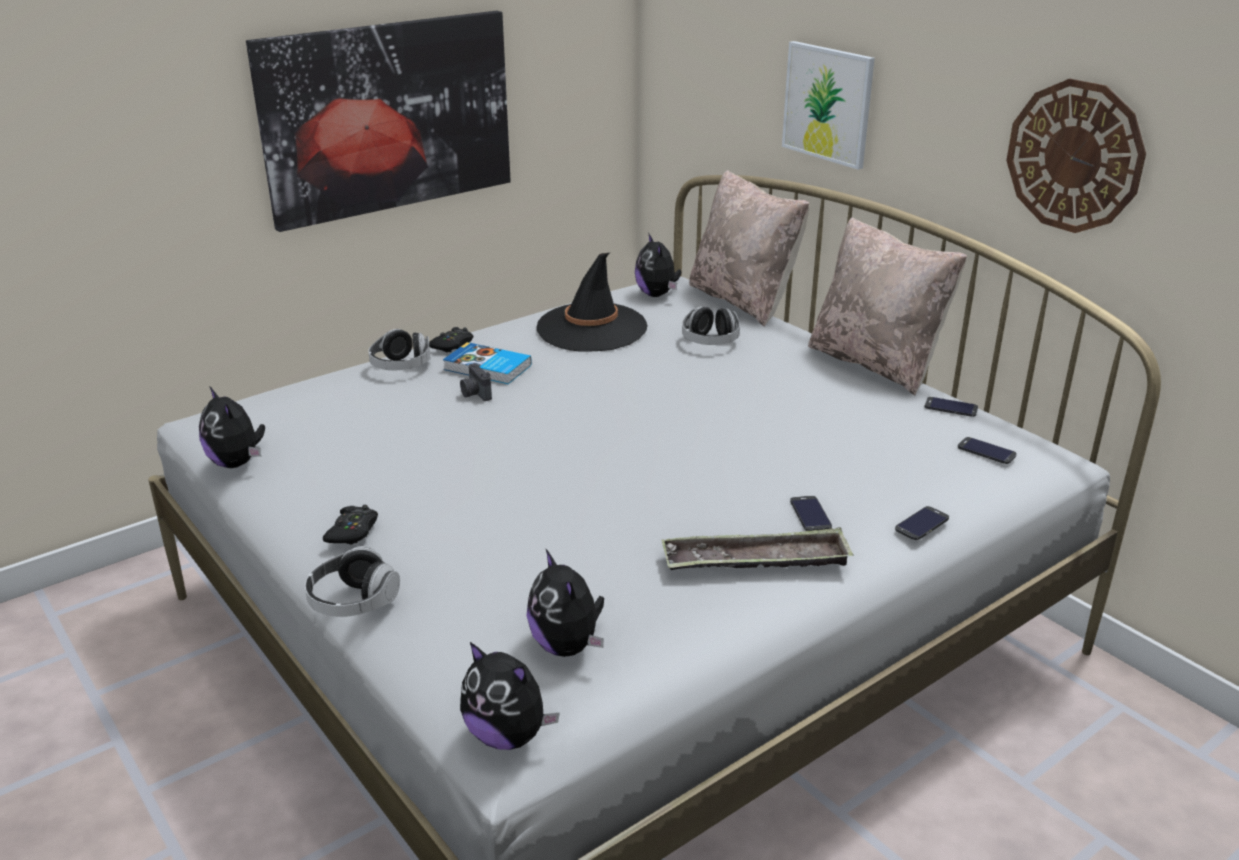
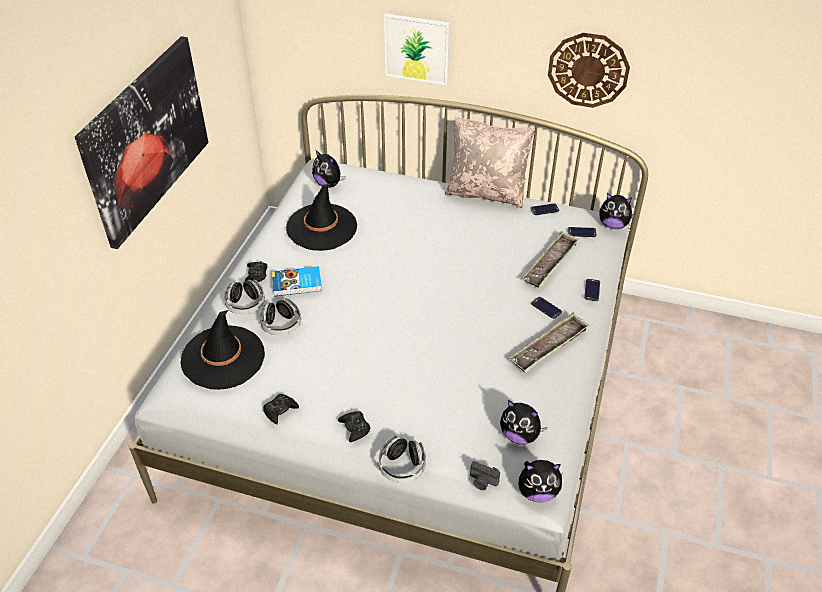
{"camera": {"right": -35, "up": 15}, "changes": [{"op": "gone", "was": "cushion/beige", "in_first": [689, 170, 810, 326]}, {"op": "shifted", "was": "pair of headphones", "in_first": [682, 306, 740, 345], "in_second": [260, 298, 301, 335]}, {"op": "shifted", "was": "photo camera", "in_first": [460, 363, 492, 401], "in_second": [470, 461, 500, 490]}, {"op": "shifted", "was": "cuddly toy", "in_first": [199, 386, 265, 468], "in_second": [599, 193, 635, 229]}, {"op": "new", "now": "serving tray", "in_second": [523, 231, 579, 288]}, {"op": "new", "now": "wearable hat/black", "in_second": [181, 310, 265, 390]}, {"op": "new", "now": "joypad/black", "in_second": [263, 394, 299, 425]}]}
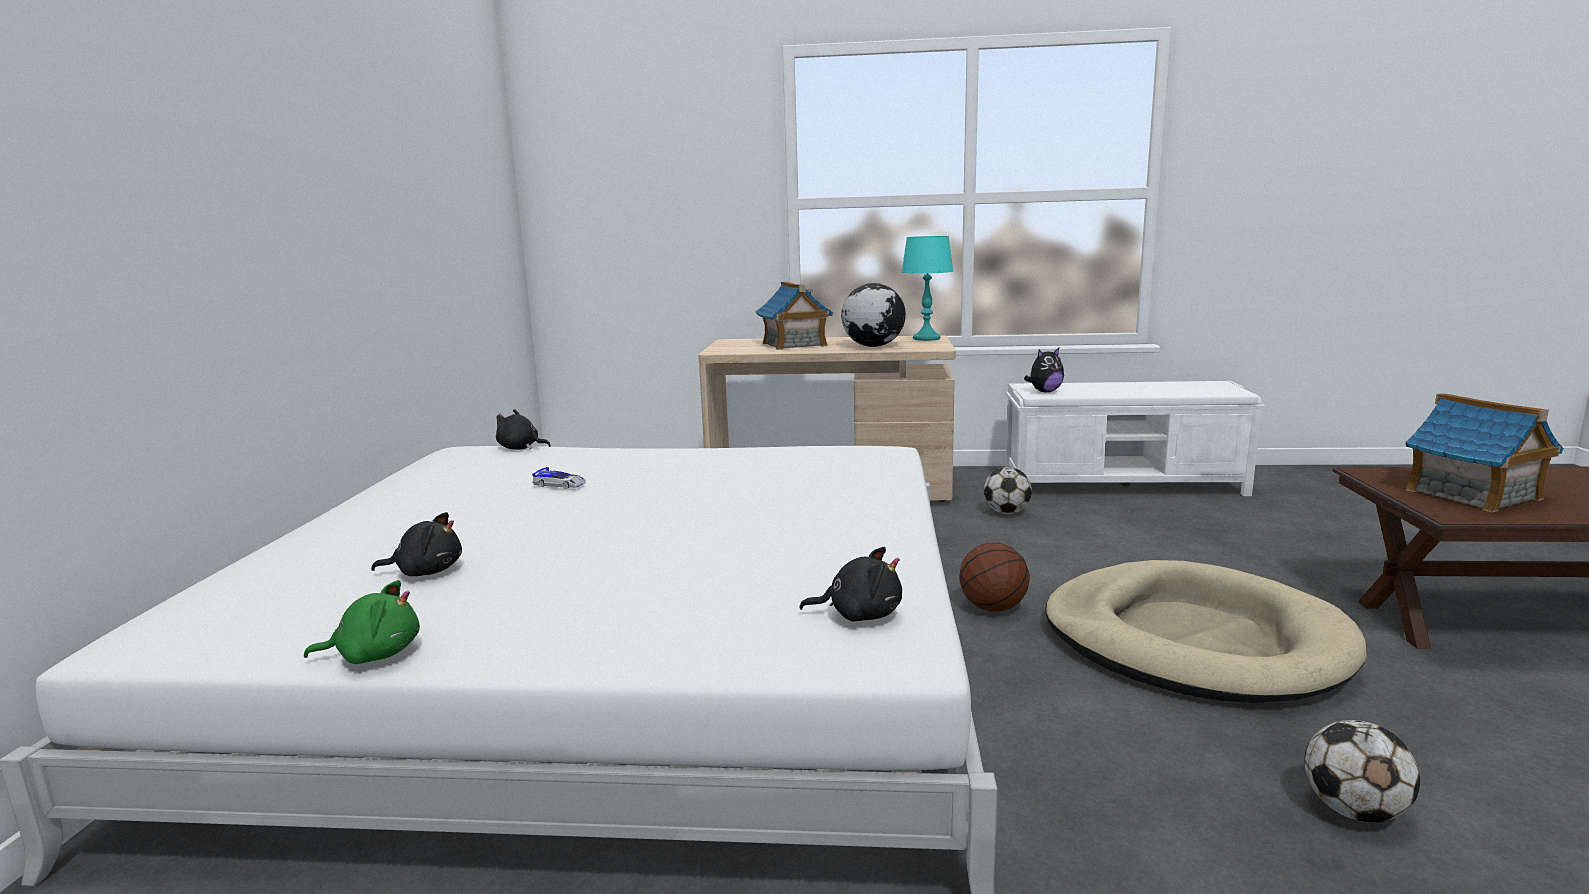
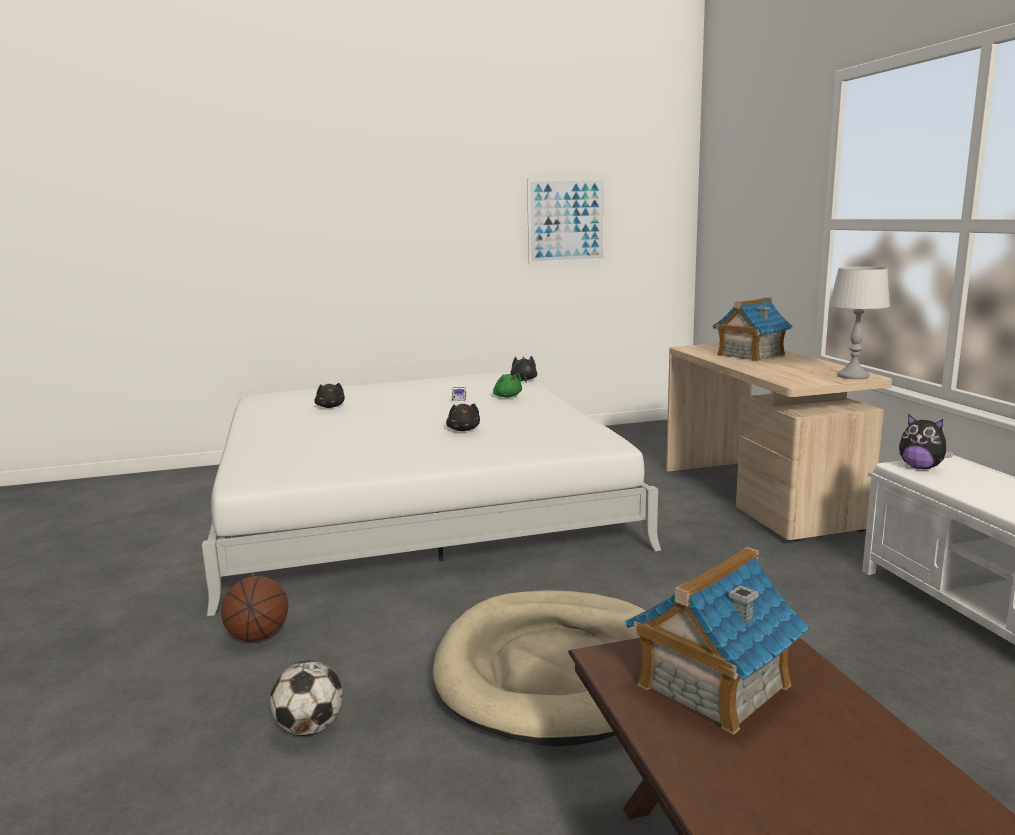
{"camera": {"right": 70, "up": 0}, "changes": [{"op": "repainted", "was": "lamp for a table/turquoise", "now": "lamp for a table/grey", "in_first": [901, 236, 953, 341], "in_second": [829, 266, 890, 379]}, {"op": "gone", "was": "world globe", "in_first": [841, 283, 906, 347]}, {"op": "gone", "was": "ball for football", "in_first": [984, 467, 1032, 514]}, {"op": "shifted", "was": "basketball ball", "in_first": [959, 542, 1030, 612], "in_second": [221, 576, 288, 642]}, {"op": "shifted", "was": "cuddly toy/black", "in_first": [799, 547, 902, 622], "in_second": [446, 403, 480, 431]}, {"op": "shifted", "was": "cuddly toy/greenish", "in_first": [304, 580, 420, 664], "in_second": [493, 373, 522, 398]}, {"op": "new", "now": "picture", "in_second": [527, 178, 606, 264]}]}
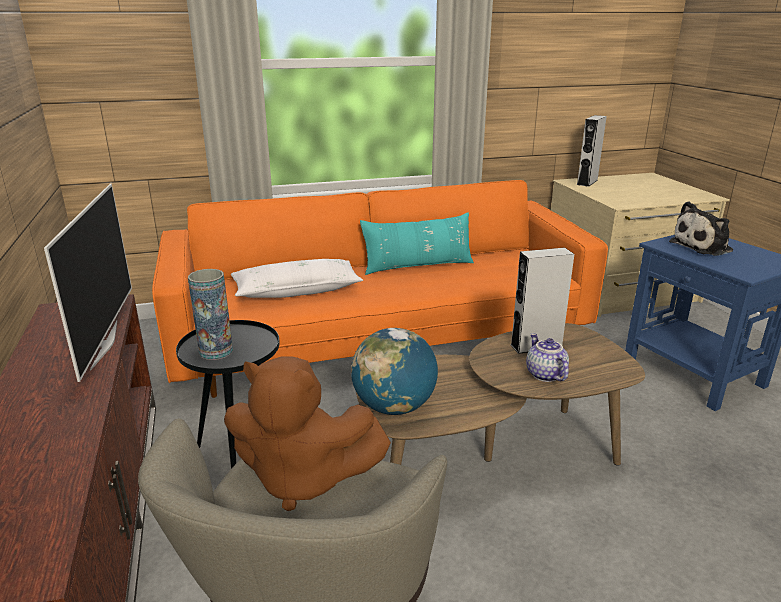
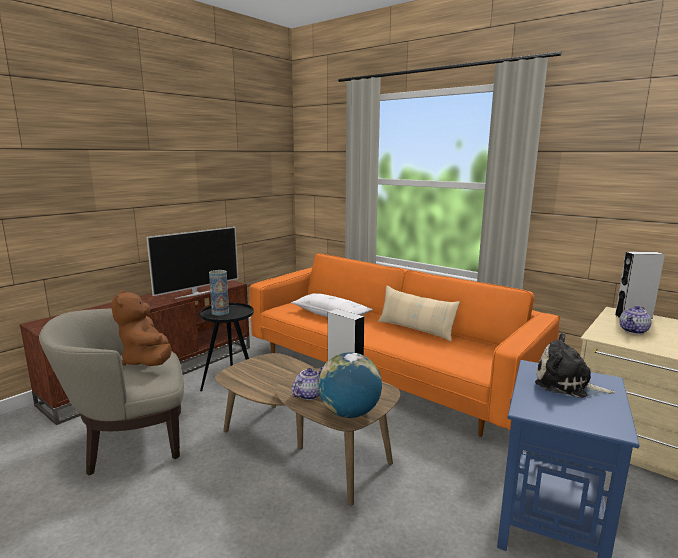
{"camera": {"right": 55, "up": -10}, "changes": [{"op": "repainted", "was": "cushion/turquoise", "now": "cushion/beige", "in_first": [360, 212, 474, 275], "in_second": [378, 285, 460, 341]}, {"op": "shifted", "was": "world globe", "in_first": [351, 328, 438, 415], "in_second": [318, 352, 382, 418]}, {"op": "new", "now": "teapot", "in_second": [619, 306, 652, 334]}]}
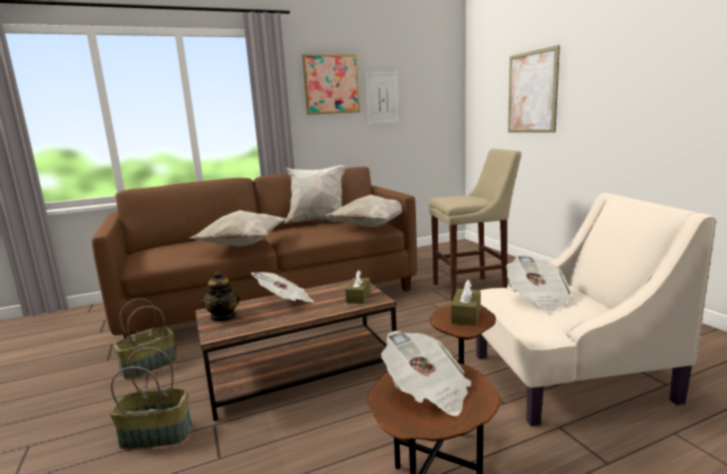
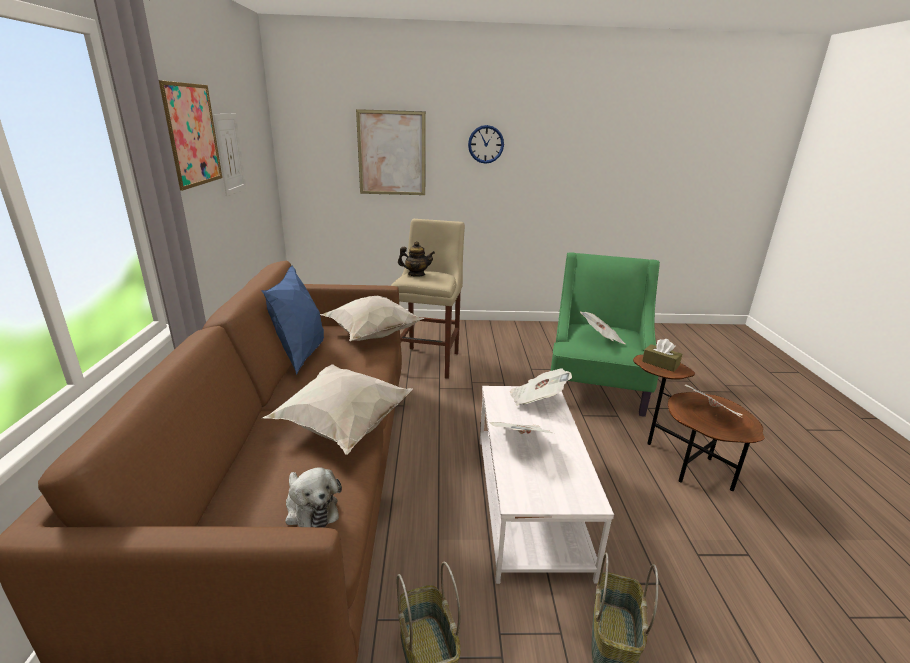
{"camera": {"right": -70, "up": 10}, "changes": [{"op": "repainted", "was": "cushion/white", "now": "cushion/blue-coloured", "in_first": [284, 165, 346, 223], "in_second": [261, 265, 324, 375]}, {"op": "repainted", "was": "easy chair/beige", "now": "easy chair/greenish", "in_first": [476, 193, 716, 426], "in_second": [550, 252, 660, 417]}, {"op": "swapped", "was": "box of tissues/brown", "now": "newspaper", "in_first": [345, 270, 371, 304], "in_second": [510, 368, 572, 406]}, {"op": "shifted", "was": "teapot", "in_first": [202, 271, 240, 321], "in_second": [398, 241, 435, 277]}, {"op": "repainted", "was": "coffee table/brown", "now": "coffee table/white", "in_first": [195, 280, 397, 421], "in_second": [480, 386, 614, 584]}, {"op": "new", "now": "wall clock", "in_second": [468, 125, 504, 164]}, {"op": "new", "now": "cuddly toy", "in_second": [285, 467, 342, 528]}]}
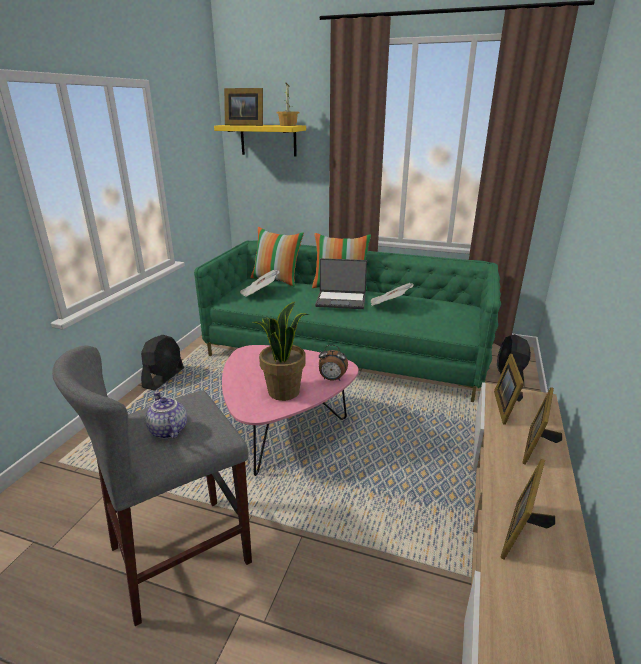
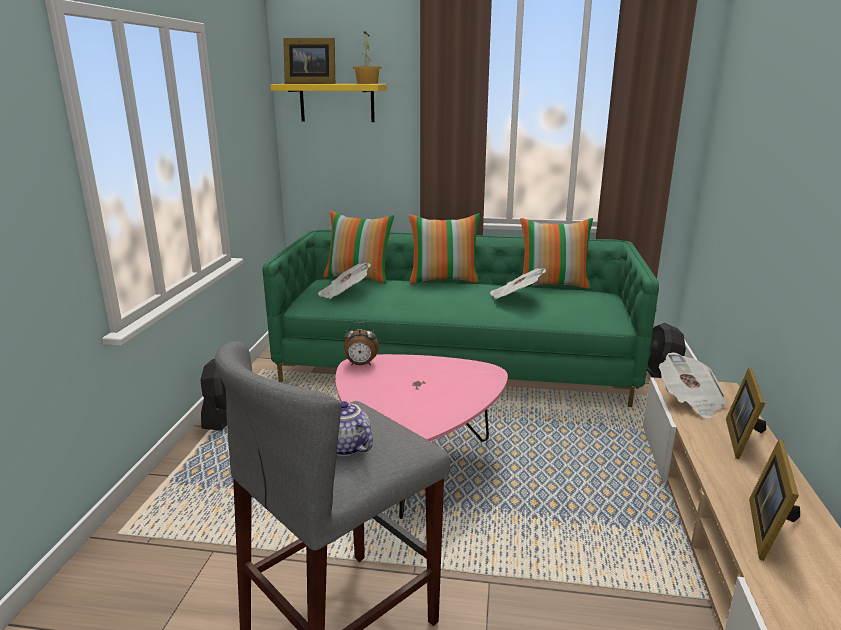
{"camera": {"right": -10, "up": -5}, "changes": [{"op": "gone", "was": "notebook computer", "in_first": [315, 258, 367, 309]}, {"op": "gone", "was": "potted plant", "in_first": [253, 301, 309, 401]}, {"op": "shifted", "was": "table clock", "in_first": [319, 345, 348, 381], "in_second": [344, 322, 379, 366]}, {"op": "swapped", "was": "standing frame", "now": "newspaper", "in_first": [494, 354, 524, 425], "in_second": [659, 353, 728, 419]}, {"op": "new", "now": "cushion", "in_second": [520, 218, 593, 289]}]}
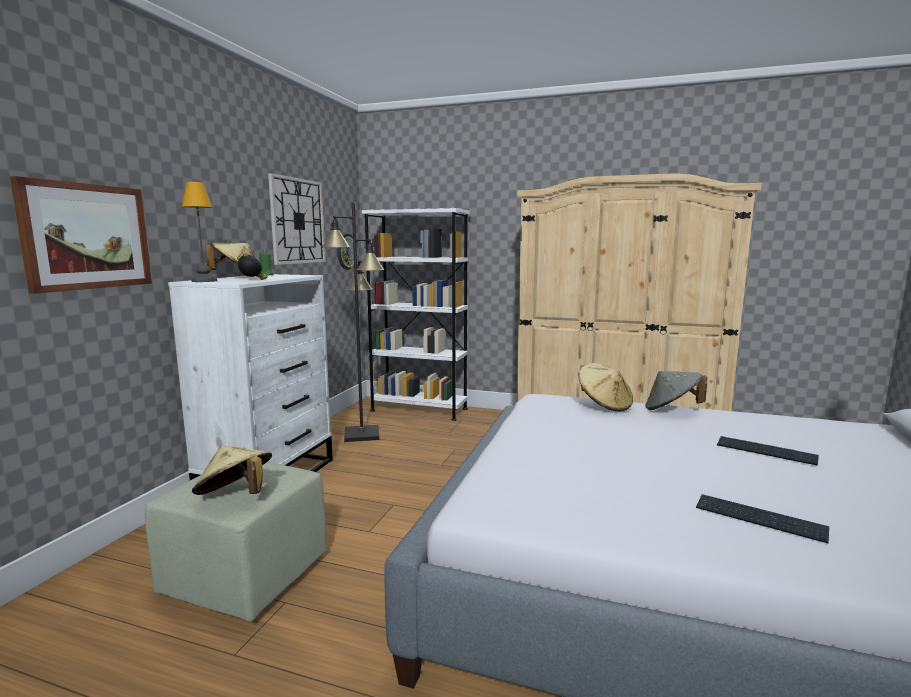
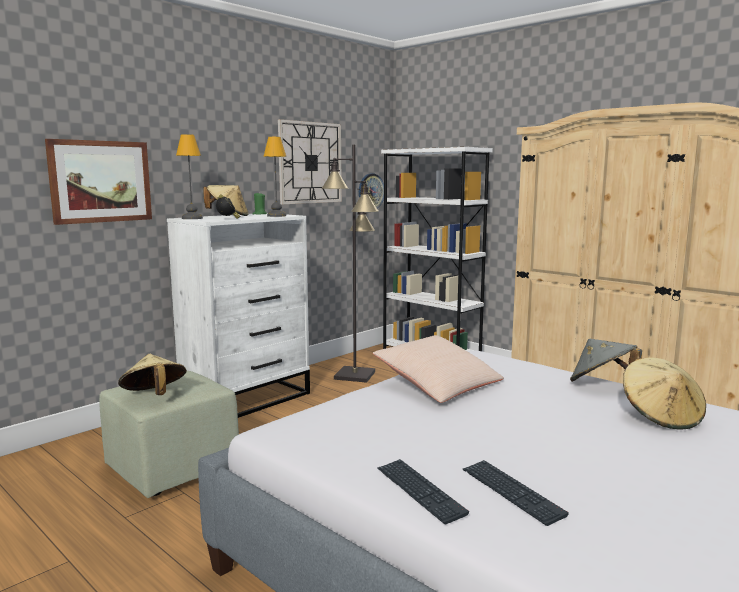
{"camera": {"right": 25, "up": 0}, "changes": [{"op": "shifted", "was": "wearable hat/beige", "in_first": [578, 363, 633, 411], "in_second": [623, 358, 706, 430]}, {"op": "shifted", "was": "computer keyboard", "in_first": [717, 436, 819, 466], "in_second": [377, 459, 469, 525]}, {"op": "new", "now": "lamp for a table", "in_second": [263, 137, 286, 217]}, {"op": "new", "now": "cushion/beige", "in_second": [373, 335, 504, 403]}]}
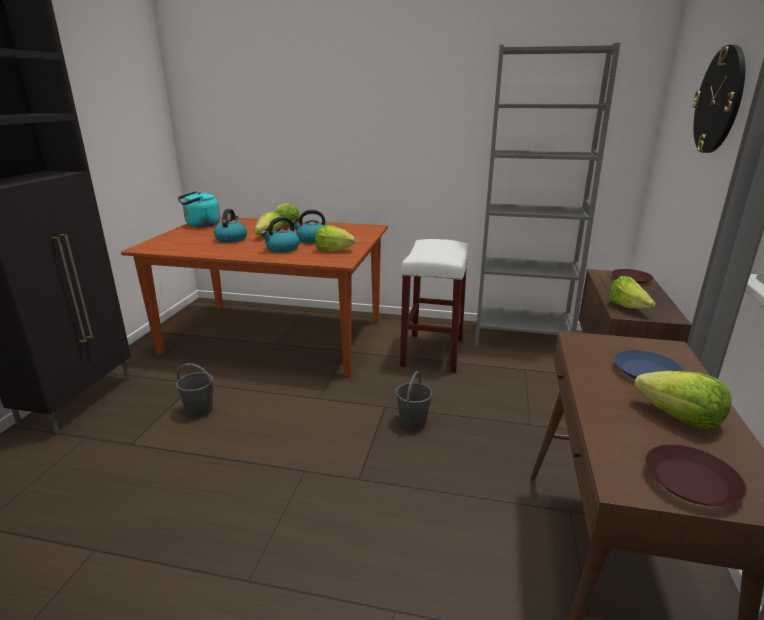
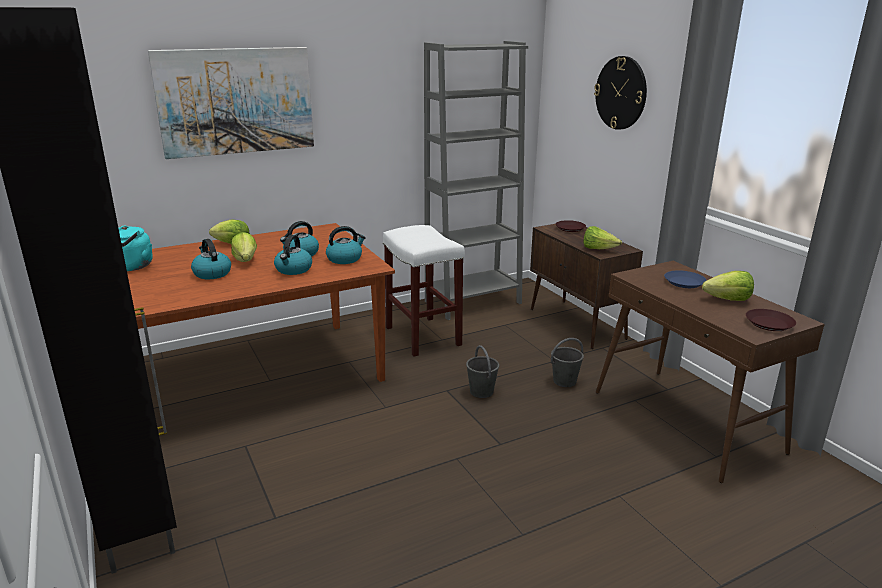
{"camera": {"right": -40, "up": 0}, "changes": [{"op": "swapped", "was": "lettuce", "now": "kettle", "in_first": [315, 225, 356, 252], "in_second": [326, 226, 366, 264]}, {"op": "shifted", "was": "water bucket/grey", "in_first": [176, 363, 214, 417], "in_second": [551, 338, 584, 387]}, {"op": "new", "now": "picture", "in_second": [148, 47, 314, 159]}]}
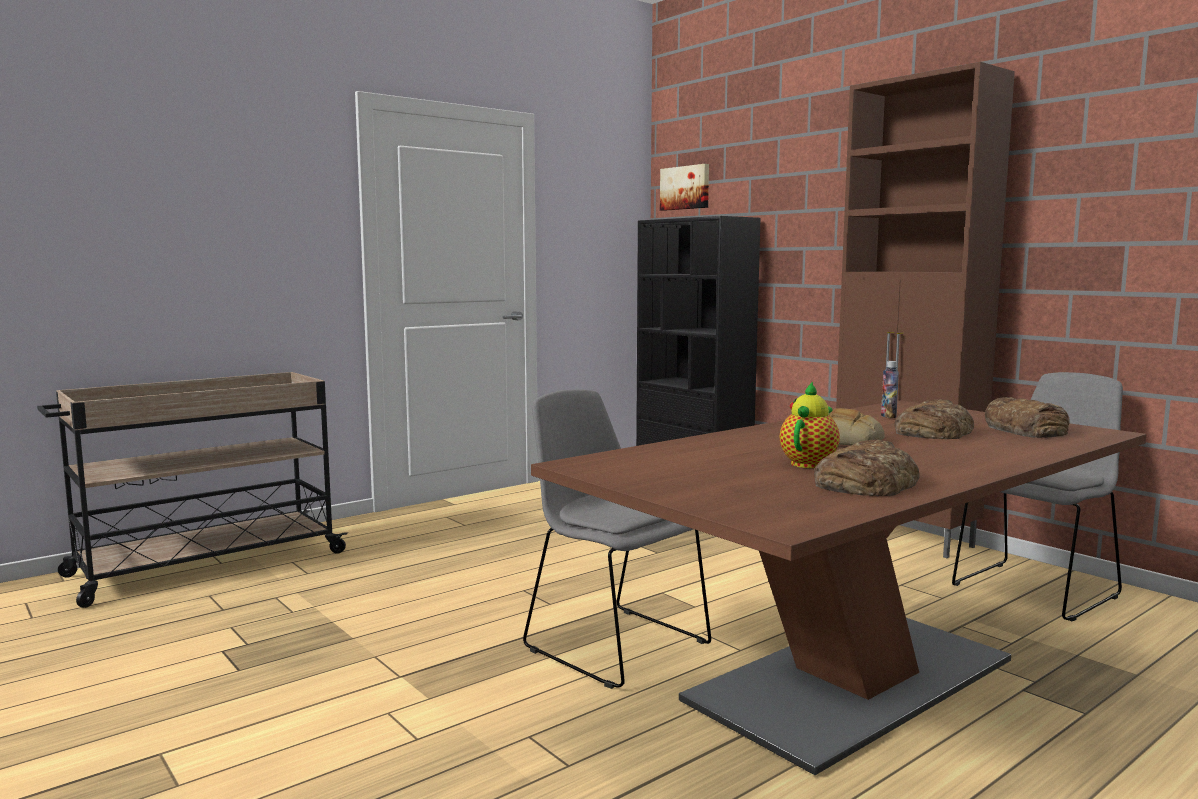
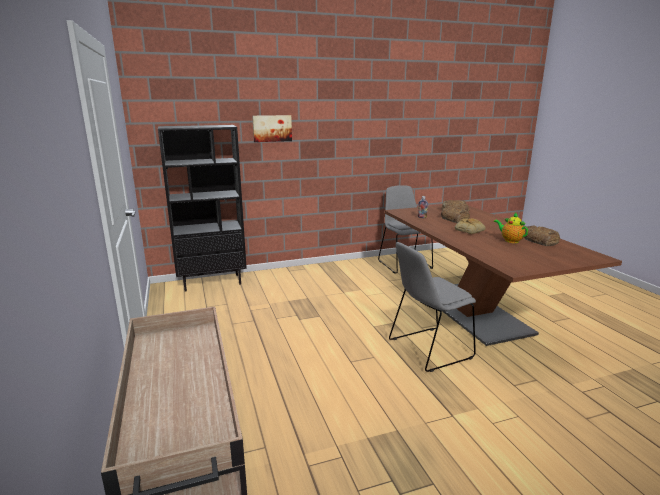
{"camera": {"right": -70, "up": 10}, "changes": [{"op": "gone", "was": "cupboard/brown", "in_first": [836, 62, 1015, 558]}, {"op": "shifted", "was": "picture", "in_first": [660, 164, 709, 211], "in_second": [252, 115, 292, 142]}]}
